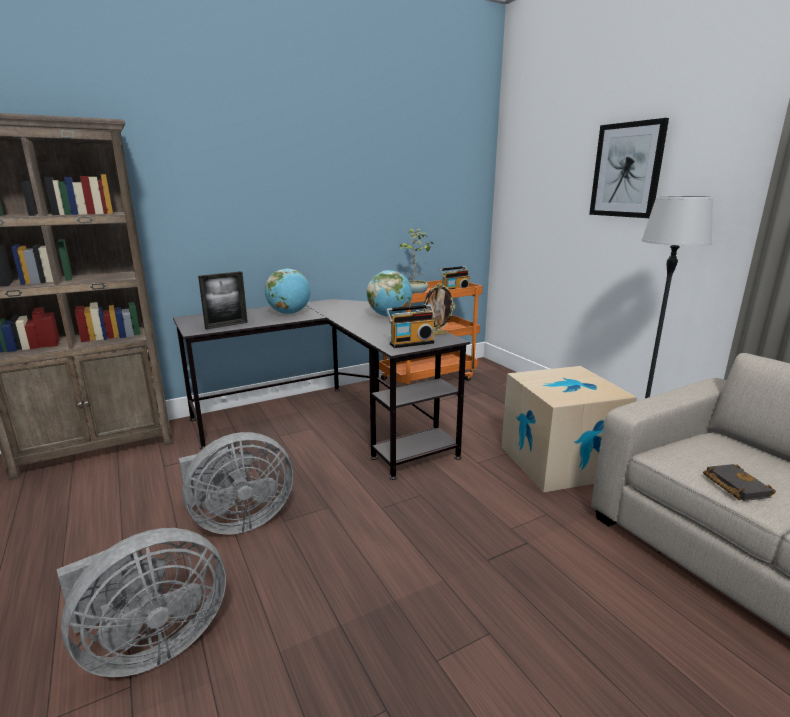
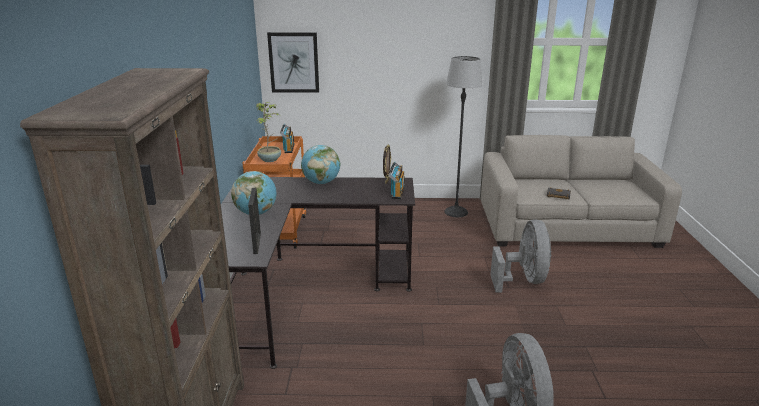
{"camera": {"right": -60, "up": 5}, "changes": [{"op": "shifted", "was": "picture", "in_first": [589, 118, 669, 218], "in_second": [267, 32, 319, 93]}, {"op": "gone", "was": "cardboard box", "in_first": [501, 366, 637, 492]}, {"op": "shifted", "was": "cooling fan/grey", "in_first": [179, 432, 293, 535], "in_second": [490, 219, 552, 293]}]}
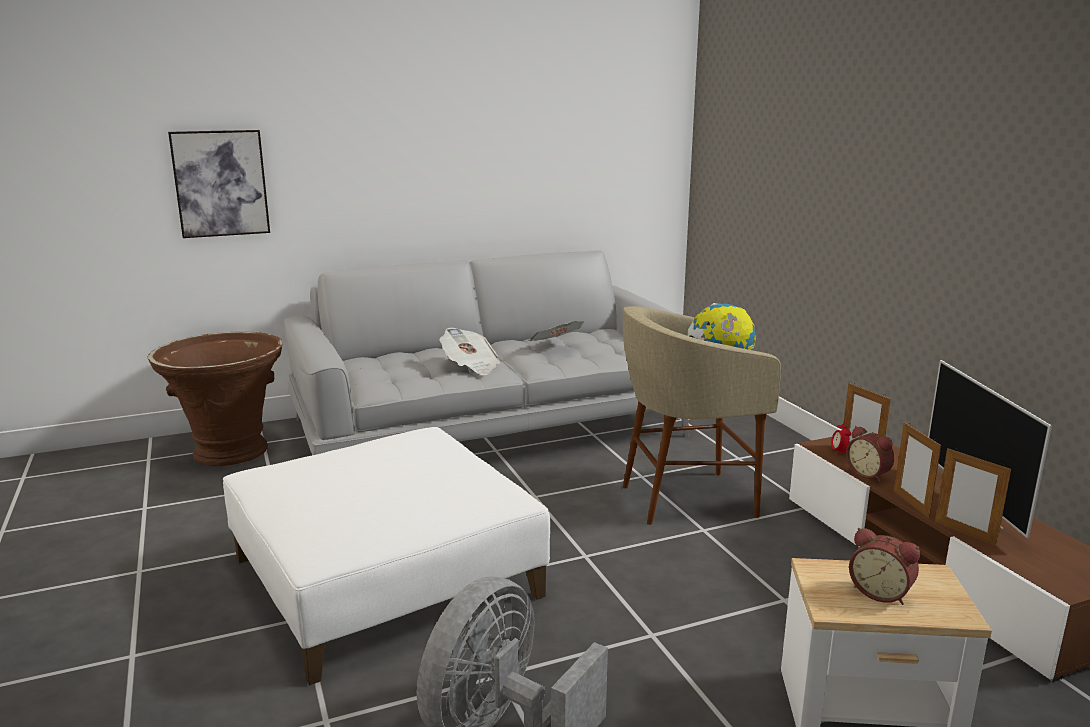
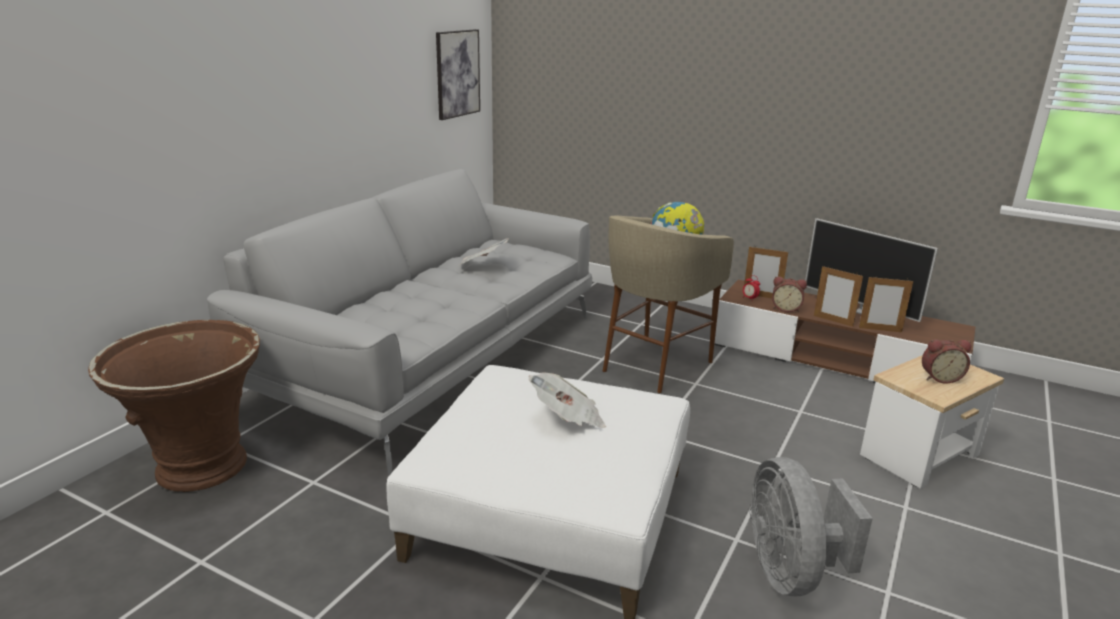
{"camera": {"right": -40, "up": 5}, "changes": [{"op": "shifted", "was": "picture", "in_first": [168, 130, 270, 238], "in_second": [436, 29, 480, 120]}, {"op": "shifted", "was": "newspaper", "in_first": [439, 328, 501, 375], "in_second": [529, 373, 606, 428]}]}
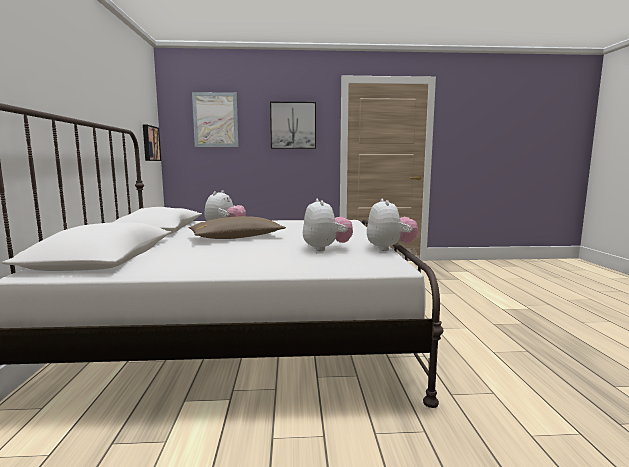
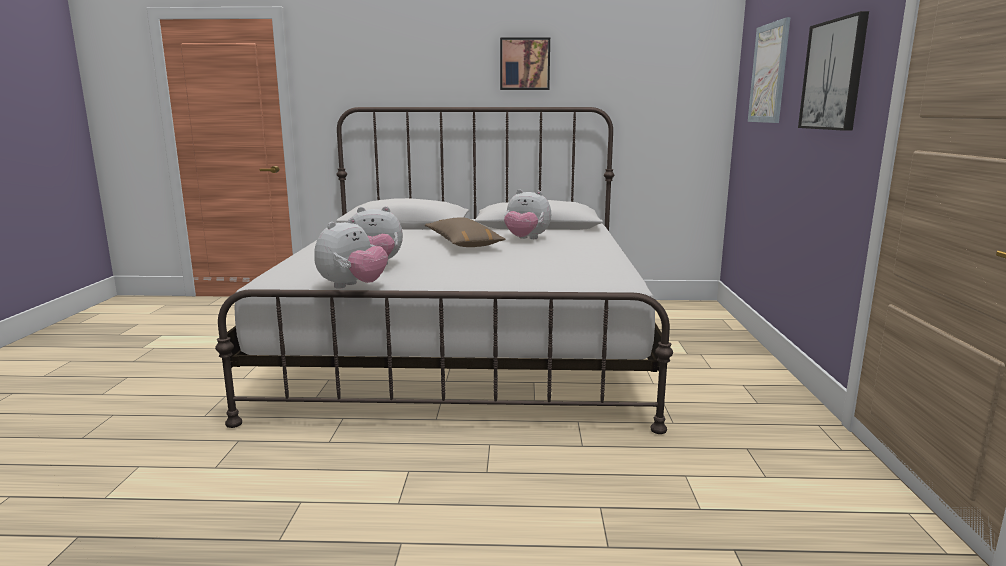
{"camera": {"right": 95, "up": 5}, "changes": [{"op": "shifted", "was": "picture", "in_first": [143, 125, 161, 161], "in_second": [500, 37, 550, 90]}, {"op": "rotated", "was": "cuddly toy", "in_first": [367, 198, 418, 251], "in_second": [314, 218, 388, 289], "clockwise": -60}]}
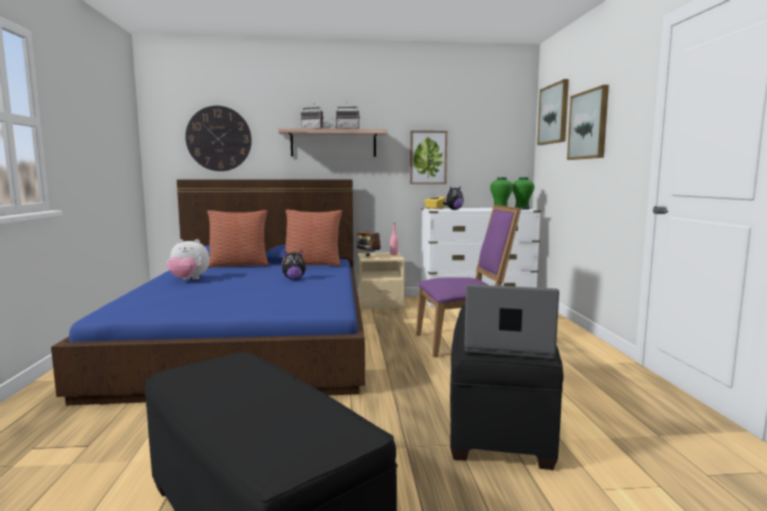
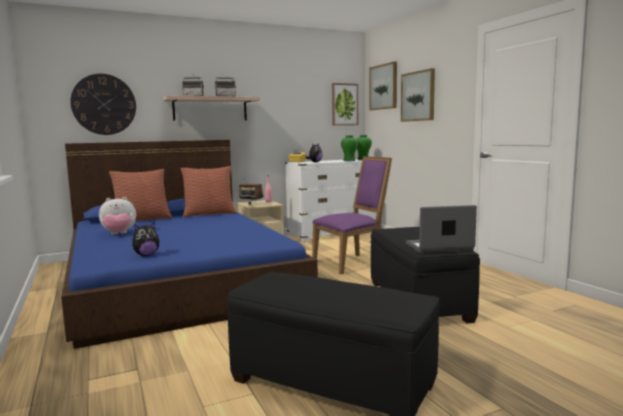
{"camera": {"right": -20, "up": 0}, "changes": [{"op": "shifted", "was": "picture", "in_first": [410, 130, 447, 184], "in_second": [332, 83, 358, 126]}, {"op": "shifted", "was": "cuddly toy", "in_first": [282, 251, 307, 279], "in_second": [132, 222, 159, 256]}]}
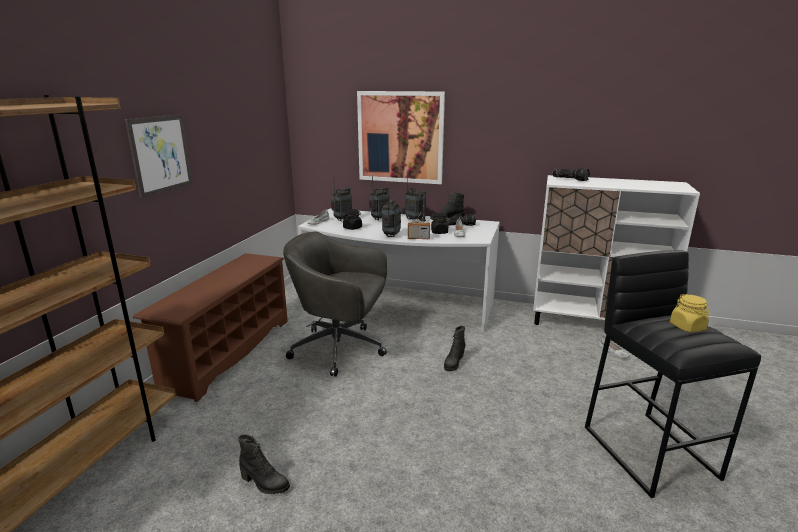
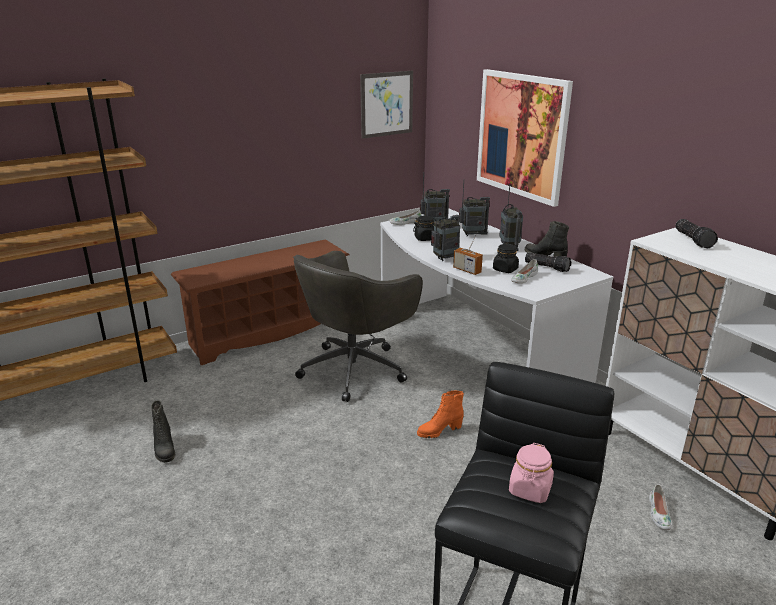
{"camera": {"right": 40, "up": 5}, "changes": [{"op": "shifted", "was": "picture", "in_first": [125, 114, 192, 198], "in_second": [360, 71, 413, 139]}, {"op": "rotated", "was": "office chair/grey", "in_first": [283, 232, 387, 377], "in_second": [293, 251, 423, 402], "clockwise": -105}, {"op": "repainted", "was": "storage jar/yellow-coloured", "now": "storage jar/pink", "in_first": [670, 294, 710, 332], "in_second": [509, 443, 554, 503]}, {"op": "repainted", "was": "tall boot/black", "now": "tall boot/orange", "in_first": [444, 326, 465, 371], "in_second": [417, 390, 464, 438]}]}
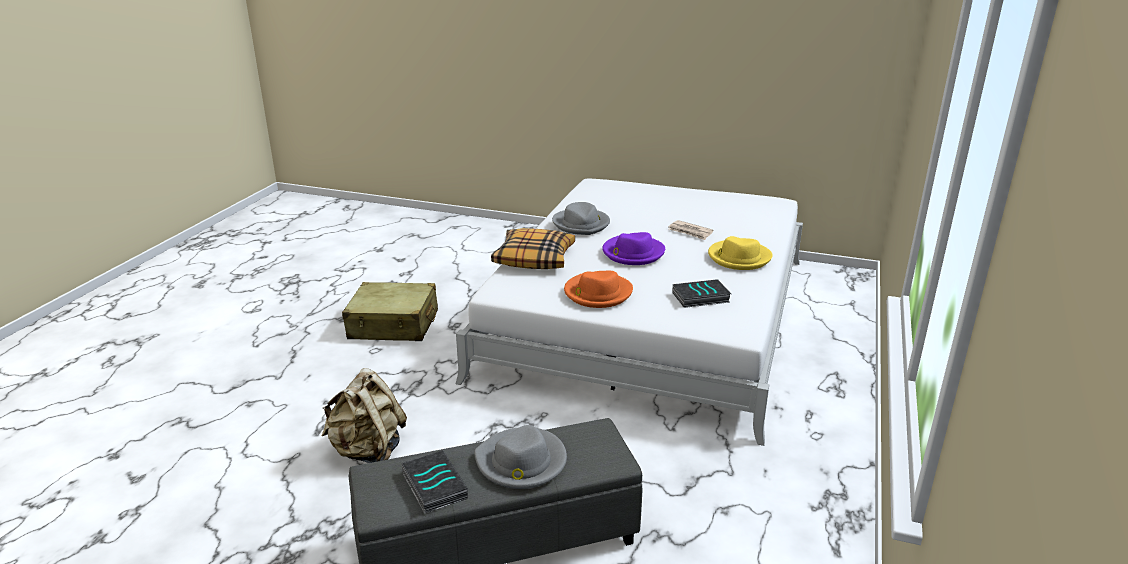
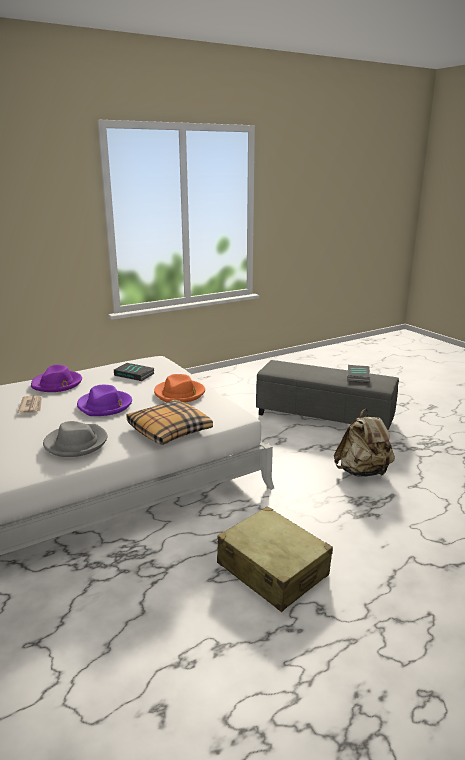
{"camera": {"right": -140, "up": -5}, "changes": [{"op": "repainted", "was": "wearable hat/yellow-coloured", "now": "wearable hat/purple-coloured", "in_first": [708, 236, 773, 270], "in_second": [31, 365, 82, 392]}, {"op": "gone", "was": "wearable hat/grey", "in_first": [474, 425, 567, 489]}]}
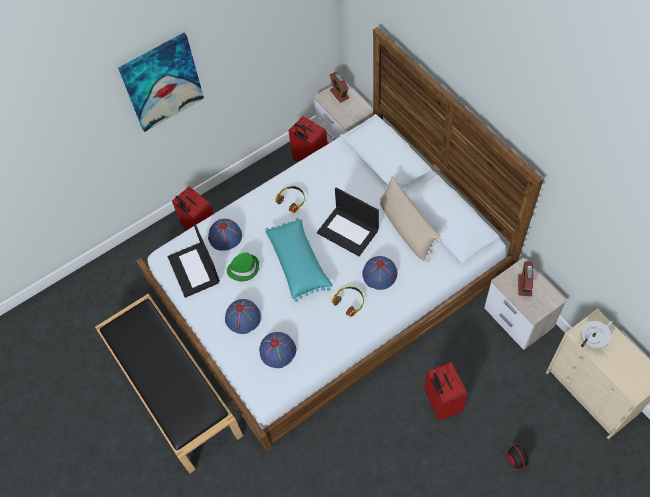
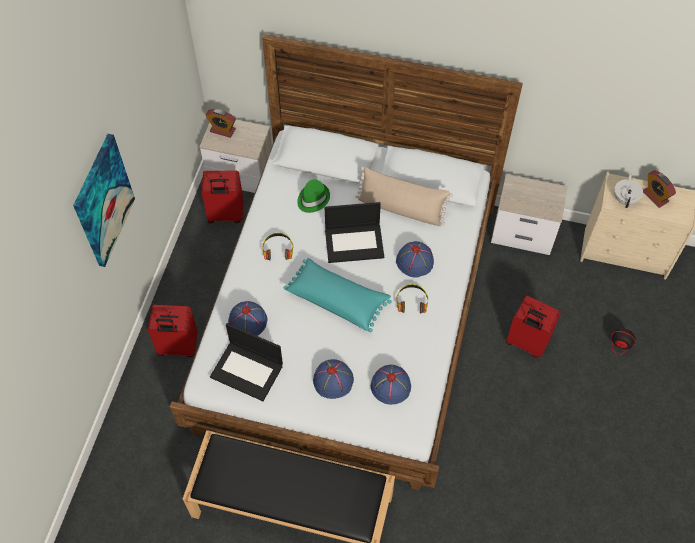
{"camera": {"right": -45, "up": 0}, "changes": [{"op": "shifted", "was": "wearable hat/greenish", "in_first": [227, 252, 259, 281], "in_second": [297, 180, 330, 213]}, {"op": "shifted", "was": "table clock", "in_first": [518, 262, 533, 296], "in_second": [643, 170, 676, 208]}]}
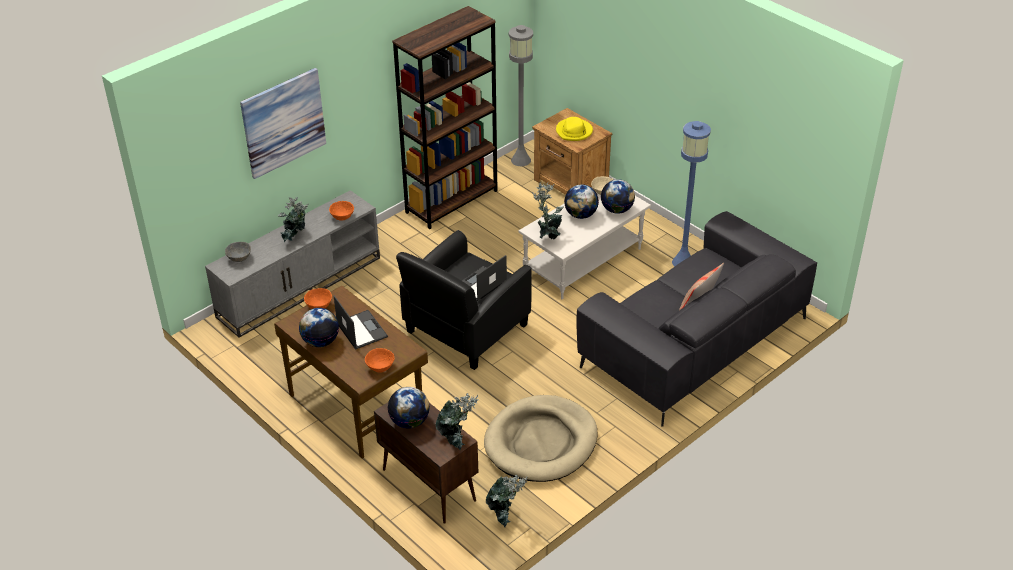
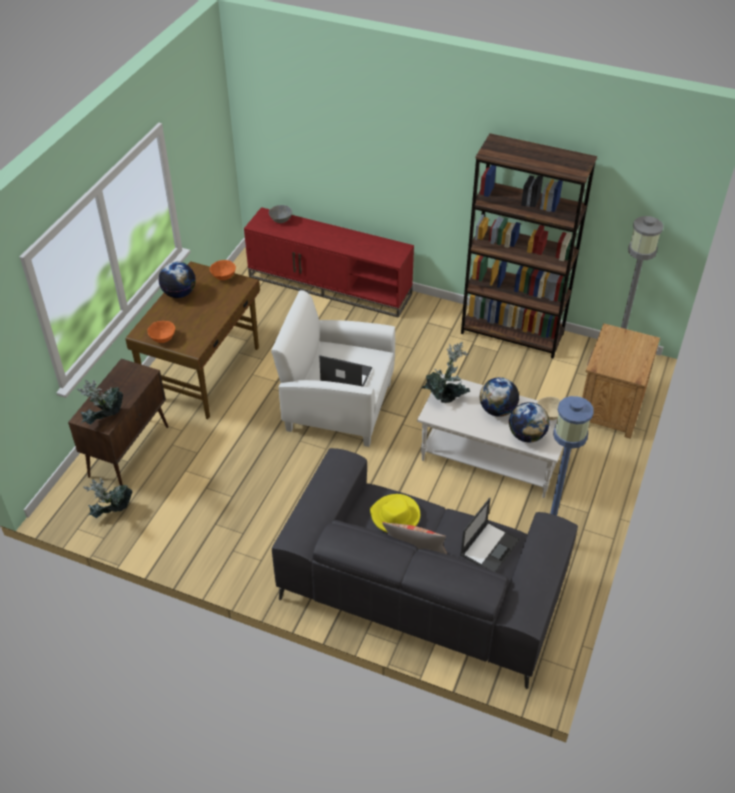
{"camera": {"right": 65, "up": 5}, "changes": [{"op": "gone", "was": "picture", "in_first": [240, 68, 326, 179]}, {"op": "shifted", "was": "wearable hat/yellow-coloured", "in_first": [556, 117, 593, 141], "in_second": [370, 494, 420, 532]}, {"op": "repainted", "was": "tv stand/grey", "now": "tv stand/red-coloured", "in_first": [205, 190, 380, 338], "in_second": [244, 207, 414, 318]}, {"op": "gone", "was": "potted plant", "in_first": [278, 197, 309, 243]}, {"op": "gone", "was": "bowl/orange", "in_first": [329, 201, 354, 221]}, {"op": "repainted", "was": "easy chair/black", "now": "easy chair/white", "in_first": [396, 230, 532, 370], "in_second": [271, 290, 395, 447]}, {"op": "shifted", "was": "notebook computer", "in_first": [334, 296, 388, 350], "in_second": [460, 498, 520, 572]}, {"op": "gone", "was": "world globe", "in_first": [388, 387, 430, 429]}, {"op": "gone", "was": "dog bed/beige", "in_first": [484, 395, 598, 482]}]}
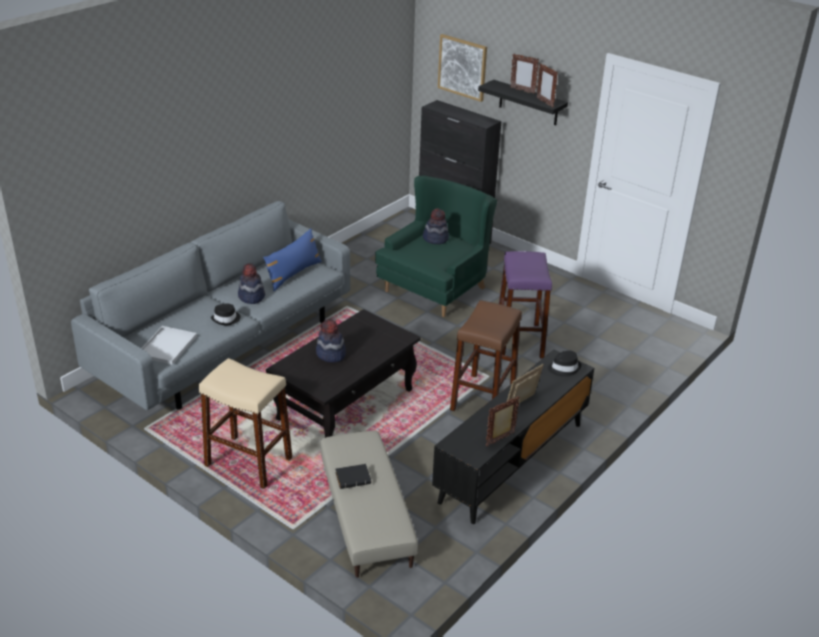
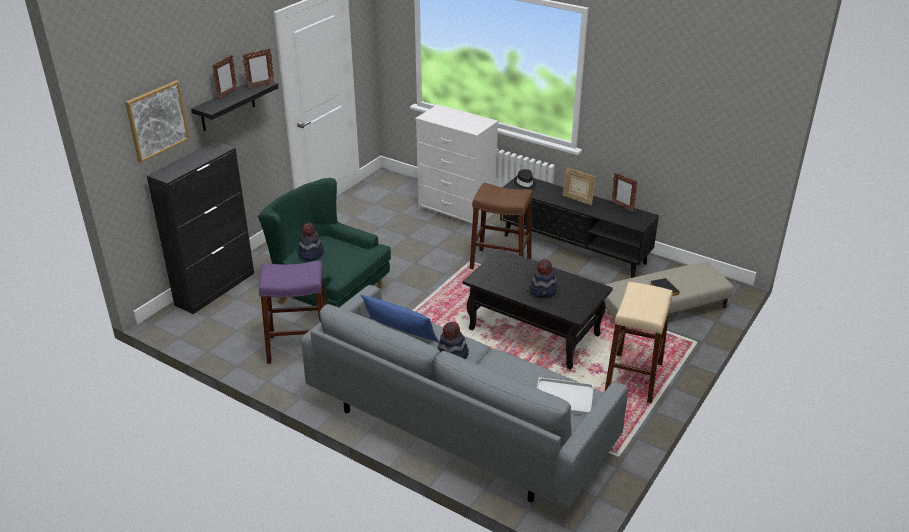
{"camera": {"right": -95, "up": 0}, "changes": [{"op": "shifted", "was": "sitting stool/purple-coloured", "in_first": [499, 251, 552, 358], "in_second": [259, 260, 327, 364]}, {"op": "gone", "was": "wearable hat/black", "in_first": [211, 304, 240, 325]}, {"op": "new", "now": "drawer chest/white", "in_second": [415, 105, 498, 227]}]}
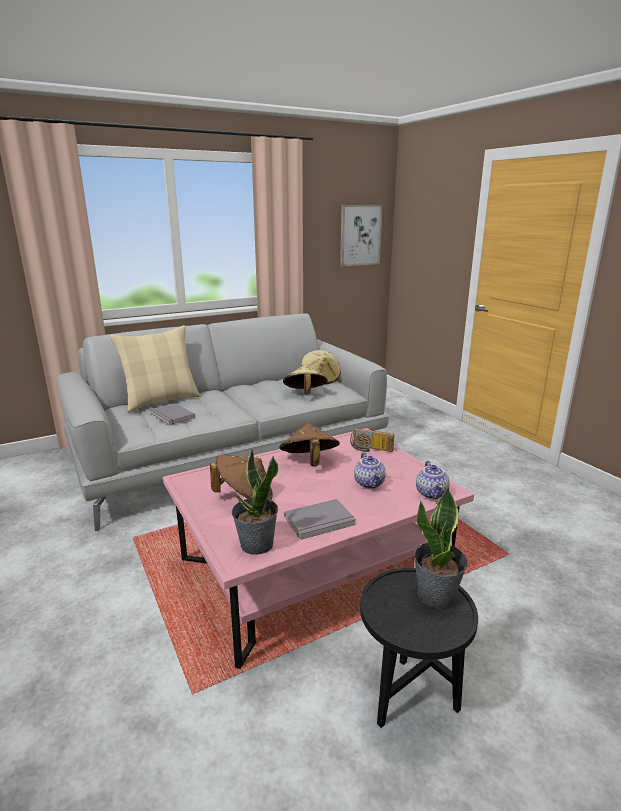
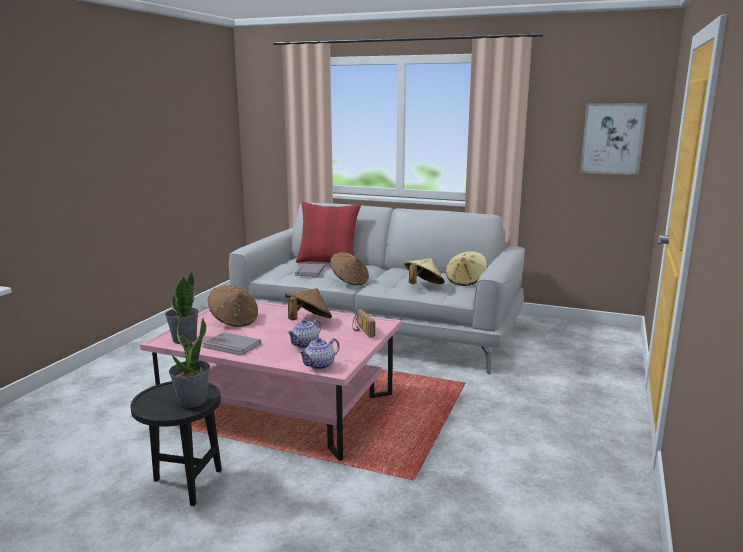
{"camera": {"right": 50, "up": -5}, "changes": [{"op": "repainted", "was": "cushion/beige", "now": "cushion/red-coloured", "in_first": [110, 325, 200, 412], "in_second": [296, 201, 361, 263]}, {"op": "new", "now": "wearable hat/brown", "in_second": [330, 252, 369, 285]}]}
